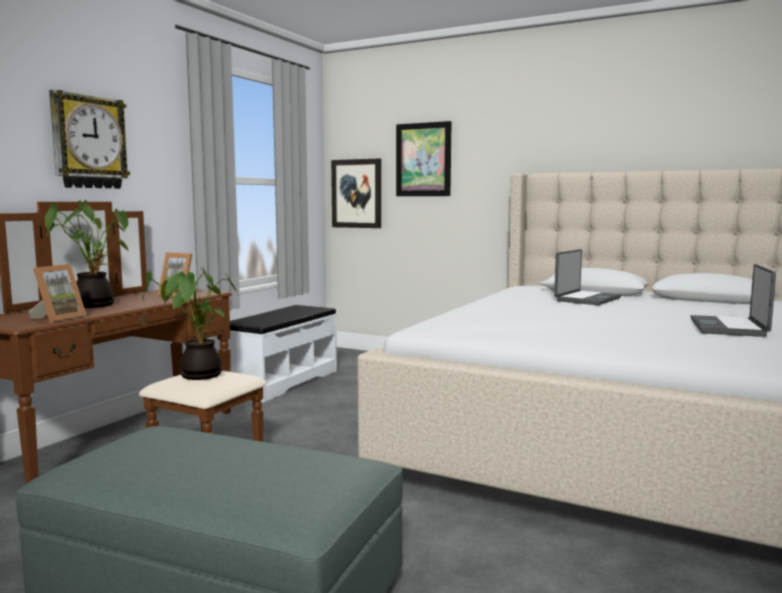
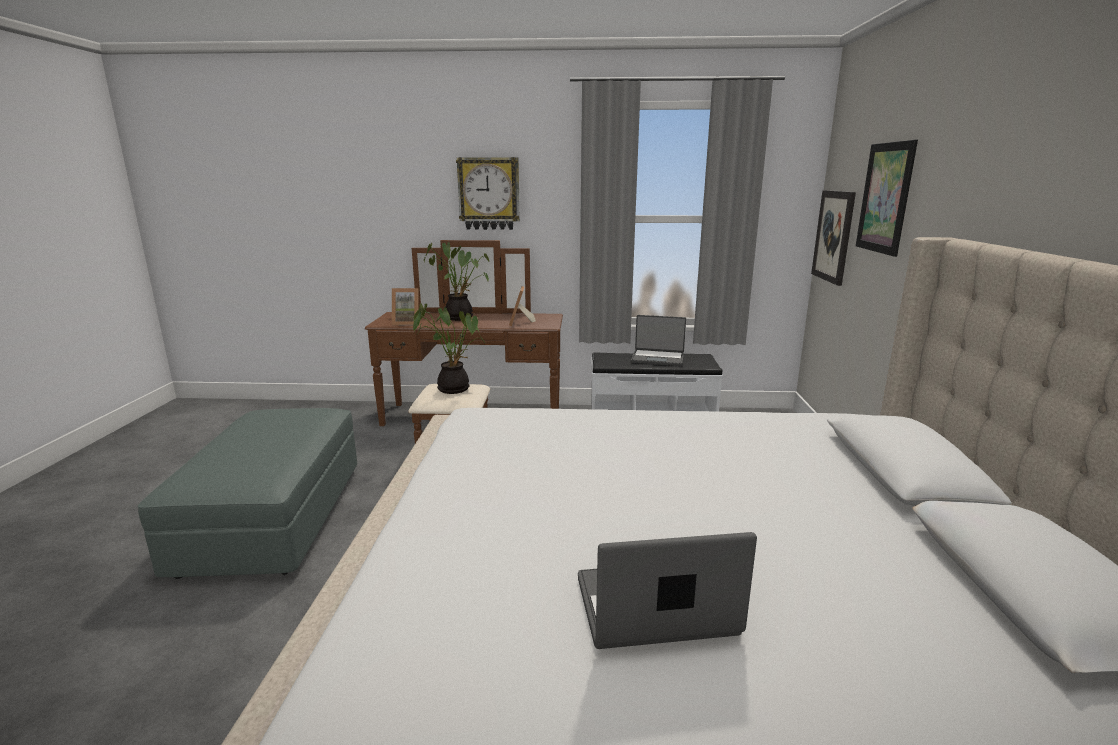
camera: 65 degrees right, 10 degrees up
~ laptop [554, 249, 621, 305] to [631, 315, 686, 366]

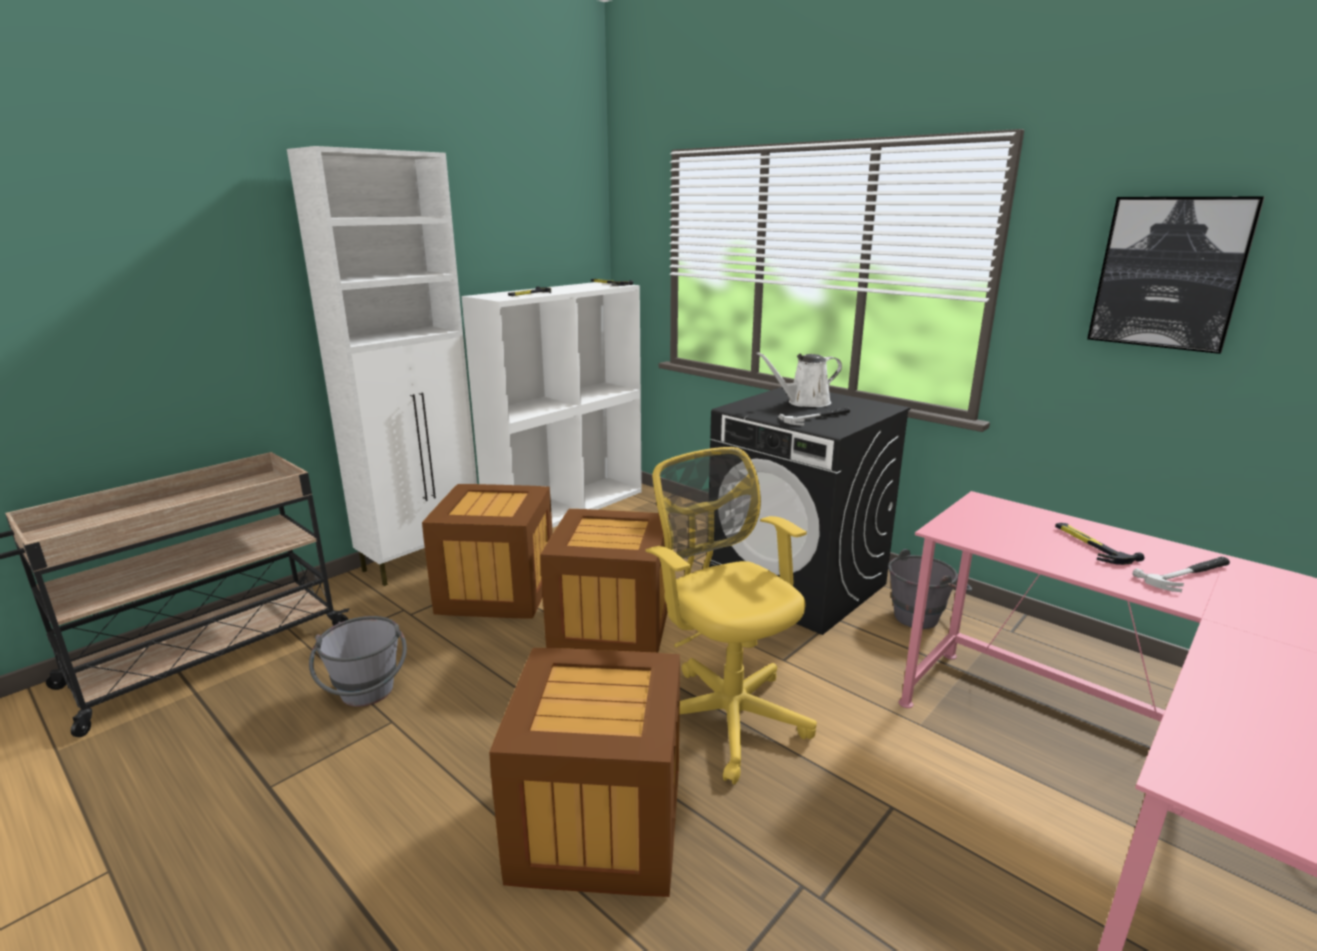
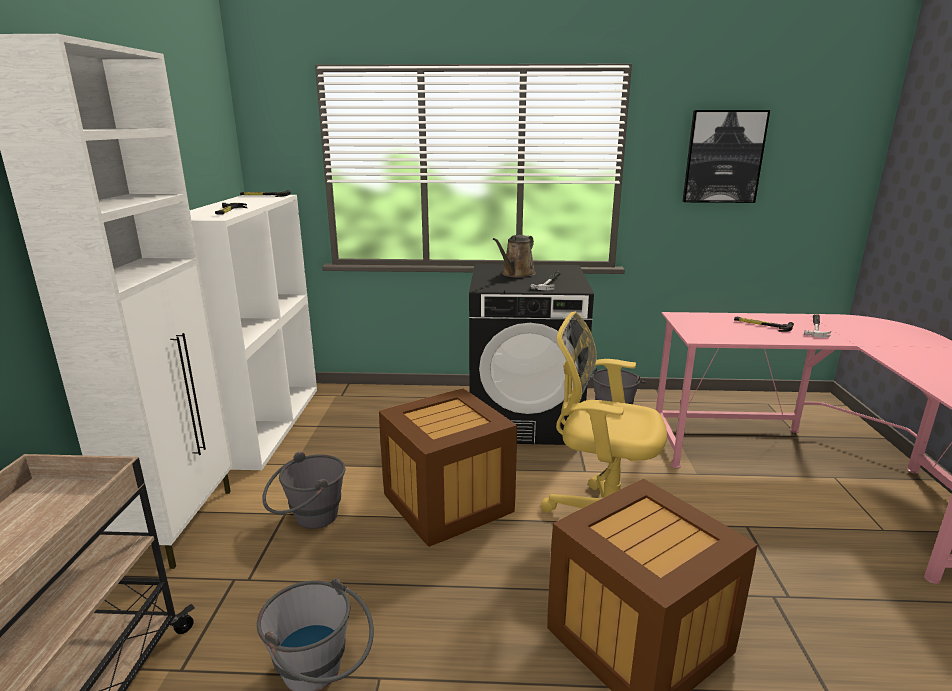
camera: 40 degrees left, 0 degrees up
~ watering can (white) [756, 352, 842, 407] to watering can (brown) [493, 235, 536, 278]
~ crate [422, 484, 553, 619] to bucket (grey) [262, 452, 346, 529]

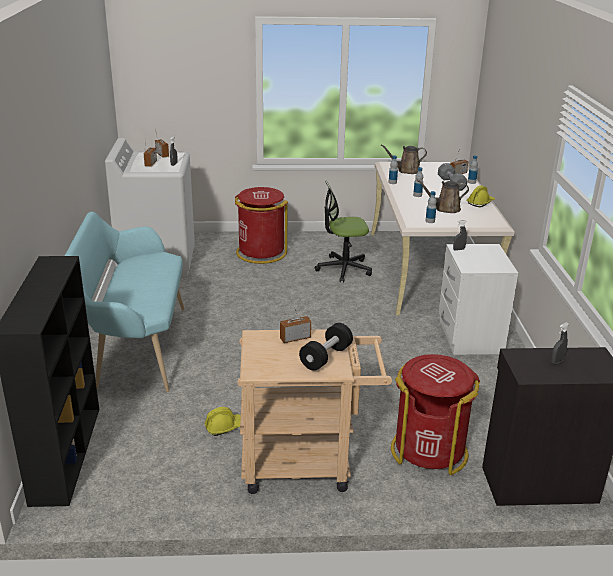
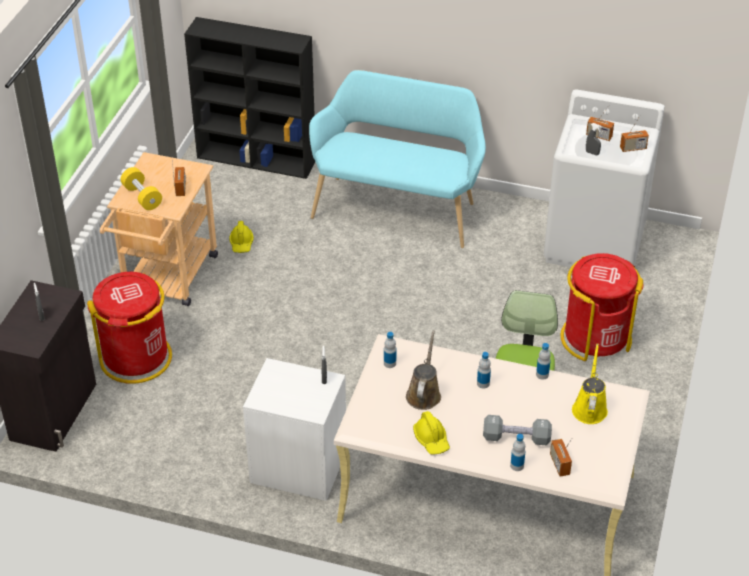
camera: 110 degrees right, 15 degrees up
~ watering can (brown) [381, 145, 427, 174] to watering can (yellow) [572, 344, 608, 424]
~ dumbbell (black) [299, 323, 353, 371] to dumbbell (yellow) [121, 167, 162, 210]

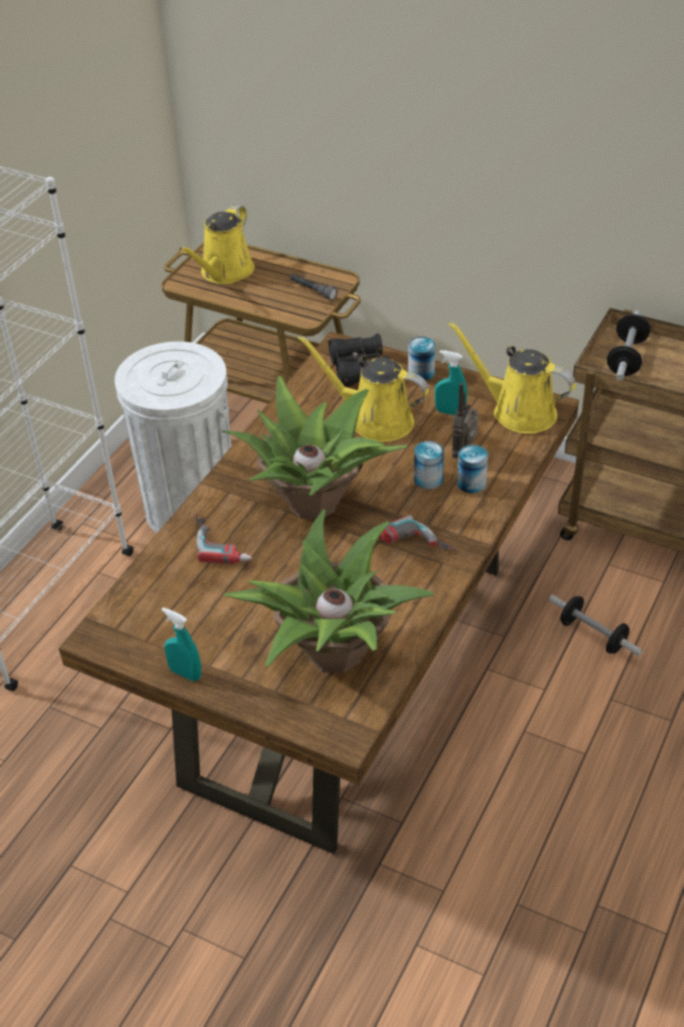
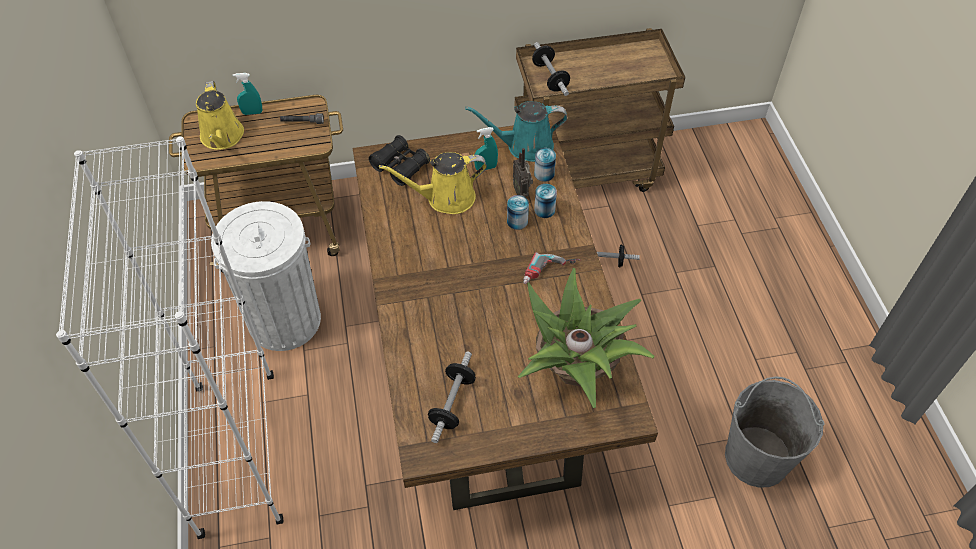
camera: 40 degrees left, 10 degrees up
~ watering can (yellow) [448, 321, 576, 434] to watering can (turquoise) [465, 101, 567, 162]
~ can [408, 337, 435, 381] to [534, 148, 556, 182]
- potted plant [221, 376, 407, 520]
- power drill [195, 514, 252, 564]
~ spray bottle (turquoise) [162, 607, 201, 681] to [233, 73, 262, 115]
+ dumbbell [428, 352, 476, 443]
+ bucket (grey) [725, 376, 825, 488]

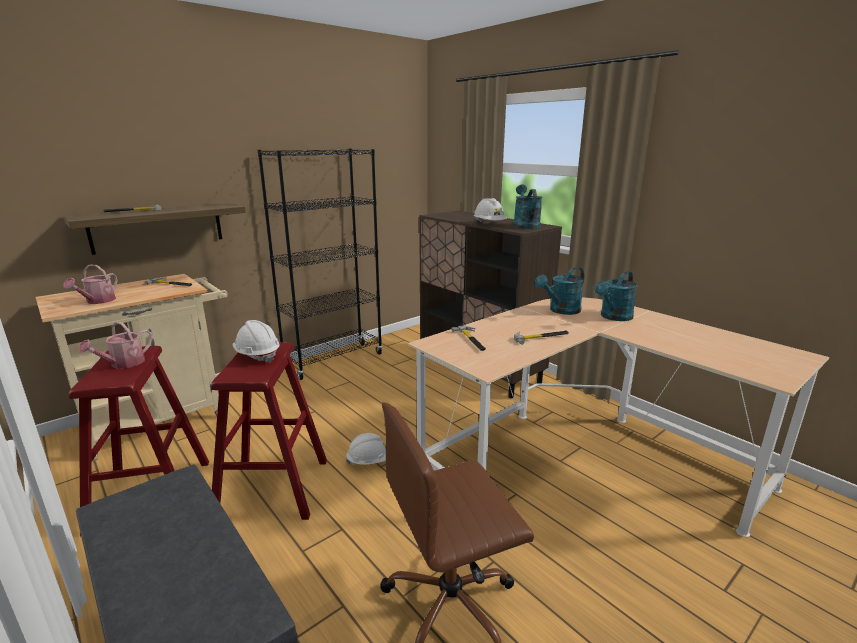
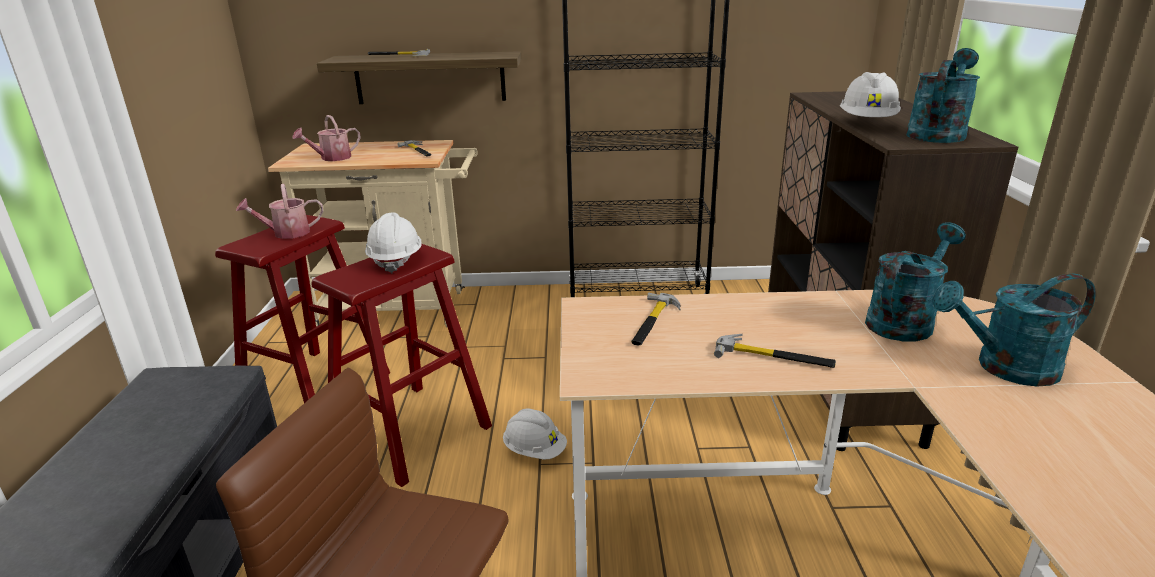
camera: 40 degrees right, 5 degrees up
~ watering can (turquoise) [535, 267, 584, 315] = [865, 222, 966, 341] 135 degrees clockwise

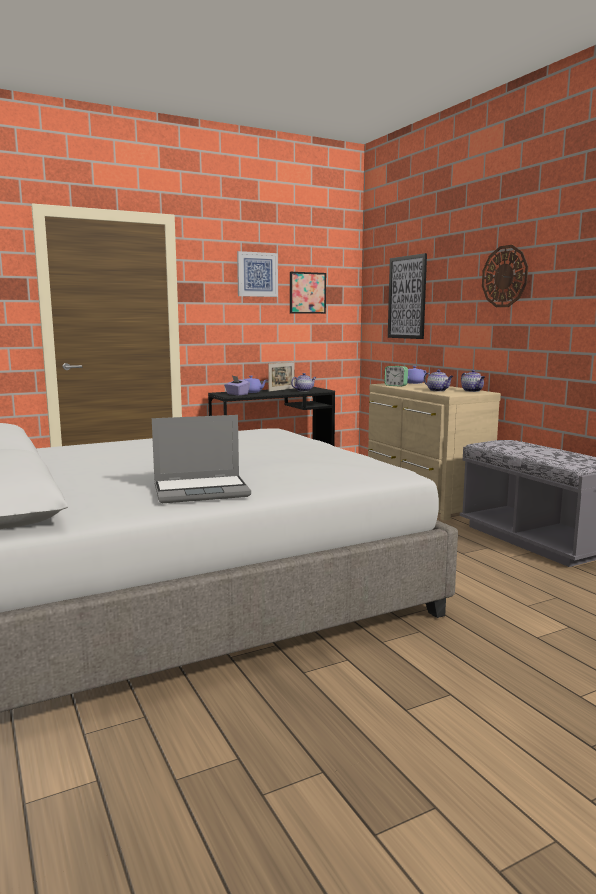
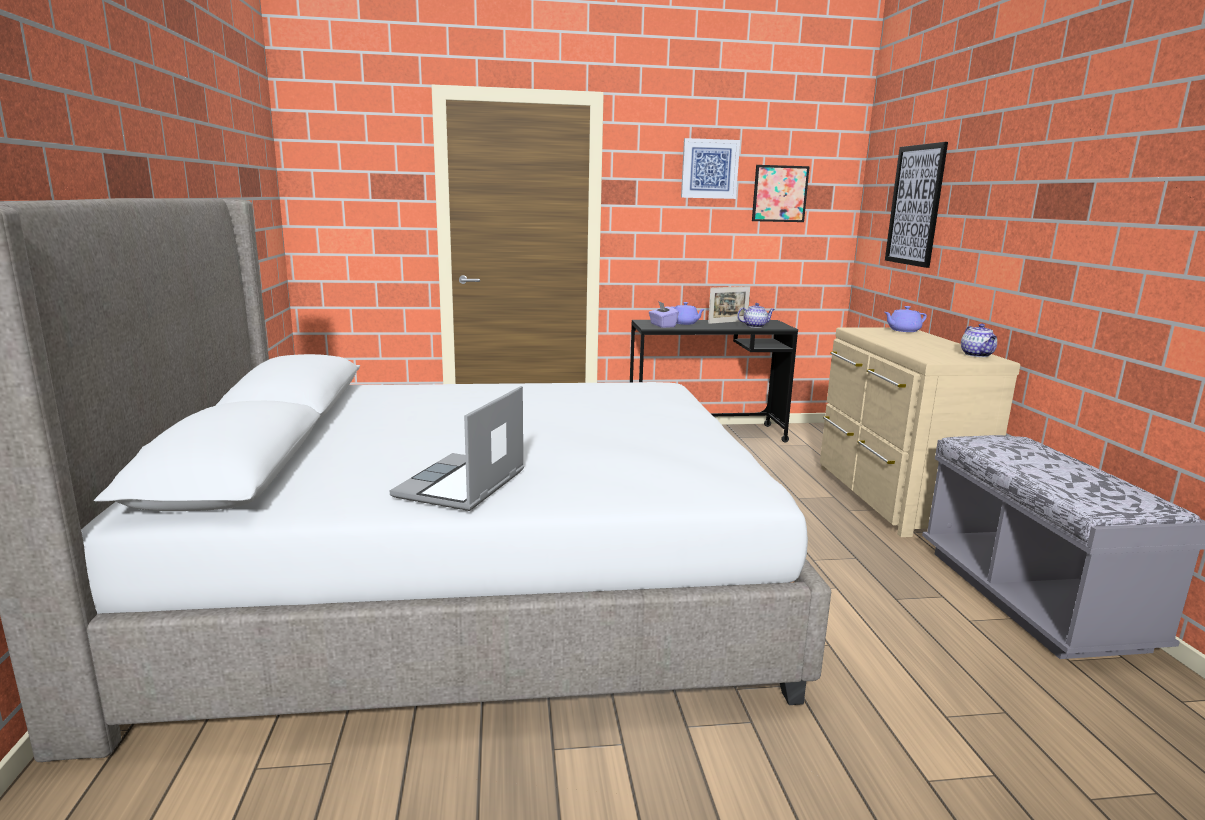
camera: 20 degrees right, 5 degrees up
- wall clock [482, 245, 528, 307]
- alarm clock [384, 366, 408, 387]
- teapot [424, 369, 453, 391]
~ laptop [152, 415, 251, 503] = [390, 386, 524, 511] 105 degrees clockwise

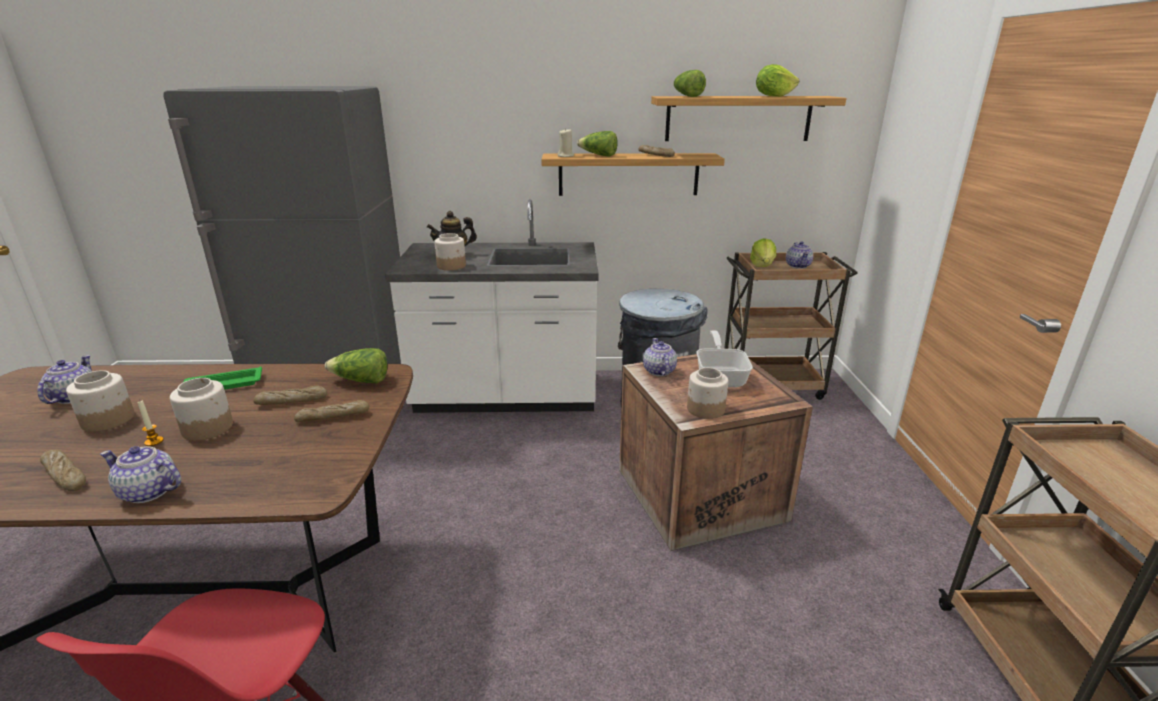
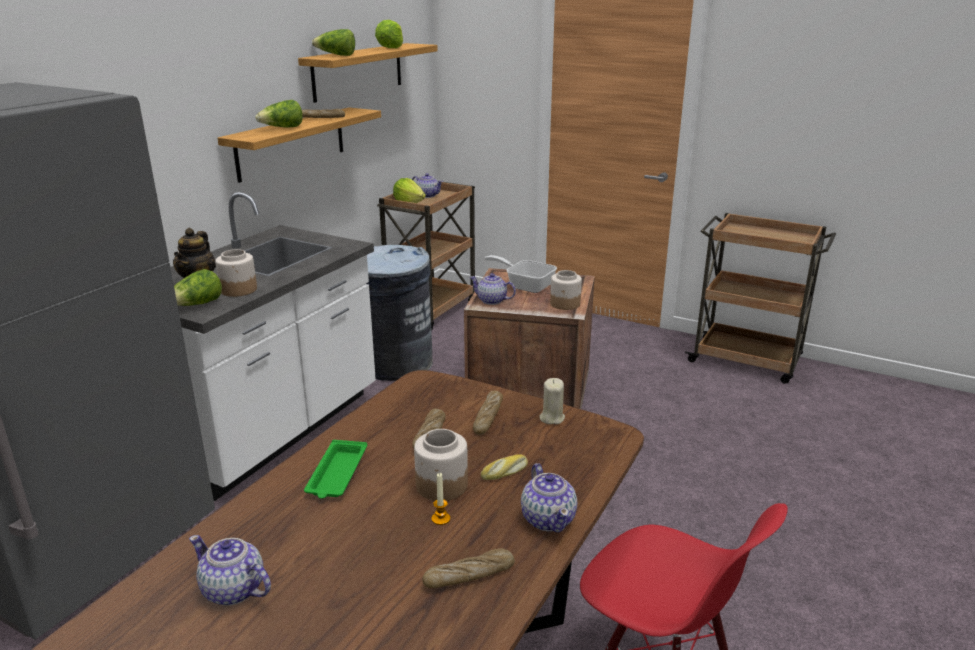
camera: 60 degrees left, 0 degrees up
~ candle (beige) [558, 128, 574, 157] to [540, 378, 565, 424]
~ lettuce [325, 348, 387, 383] to [174, 269, 222, 306]
- jar [66, 370, 134, 432]
~ teapot [100, 446, 181, 503] = [521, 463, 577, 533] 60 degrees counterclockwise
+ bread [481, 454, 528, 480]

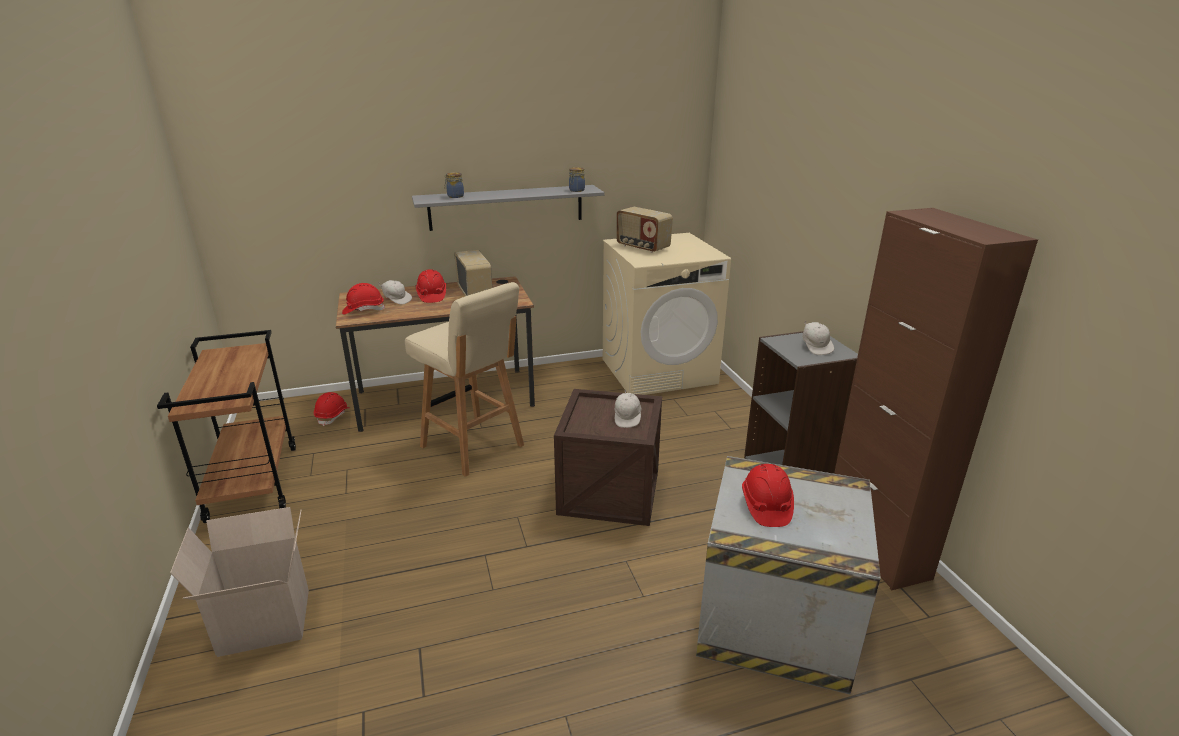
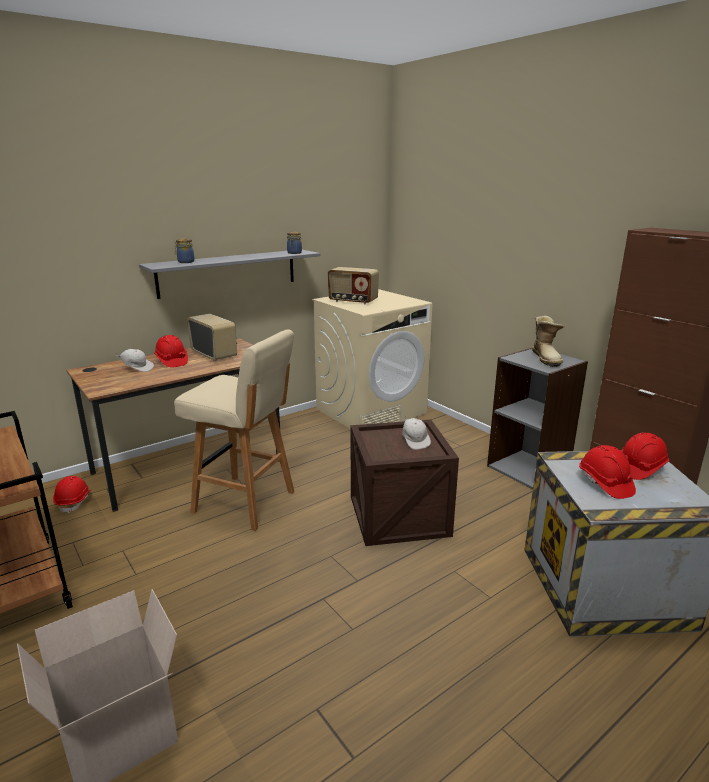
camera: 20 degrees left, 5 degrees down
~ hard hat (red) [342, 283, 385, 315] to [621, 433, 669, 480]
~ cap (white) [802, 320, 834, 355] to boot [532, 316, 564, 367]

